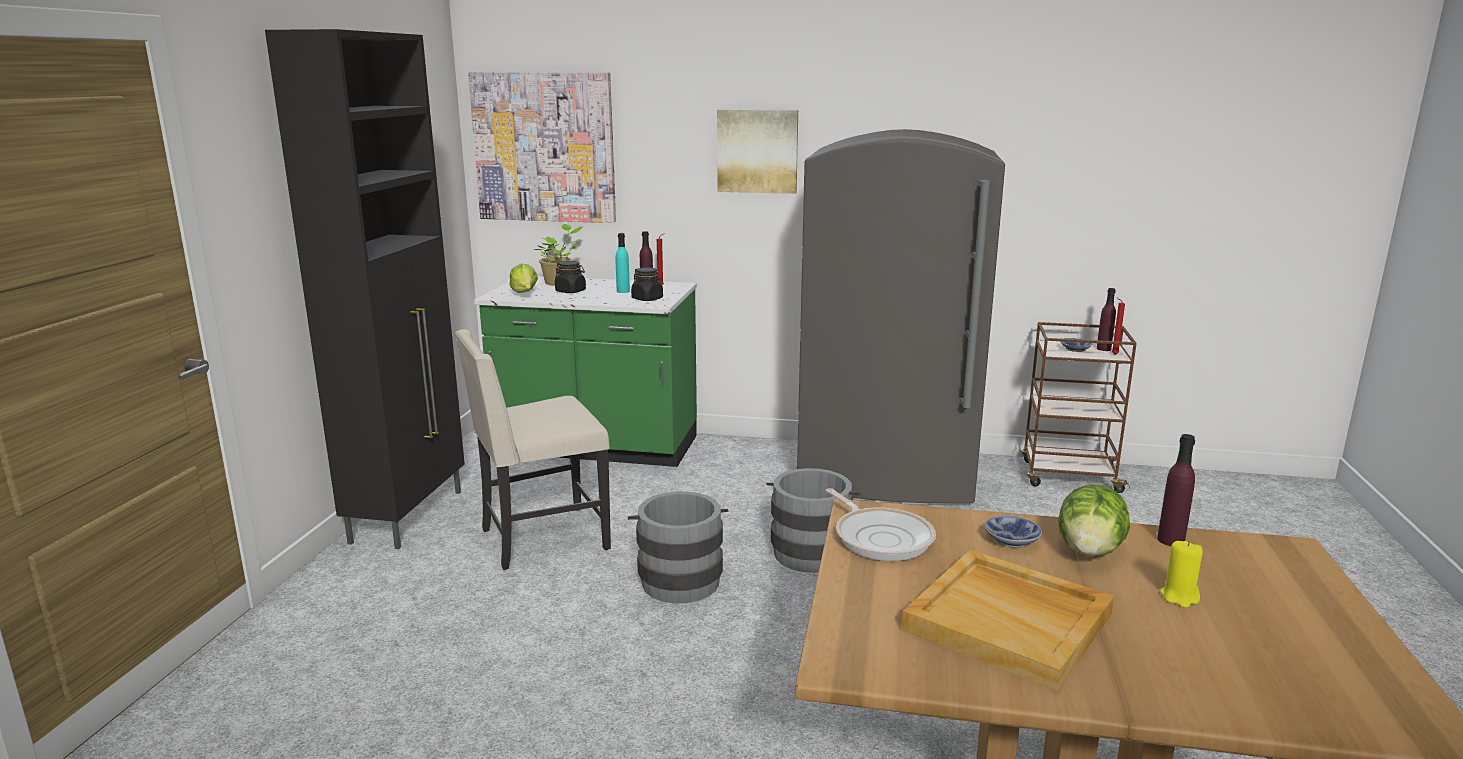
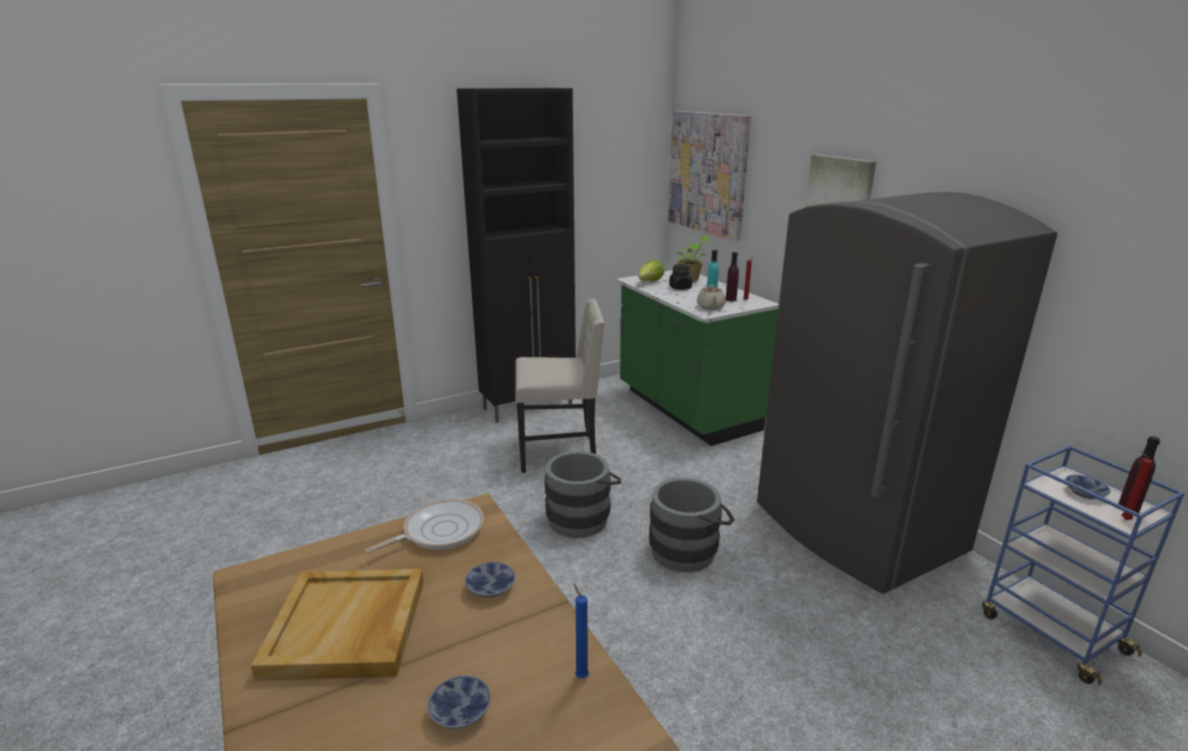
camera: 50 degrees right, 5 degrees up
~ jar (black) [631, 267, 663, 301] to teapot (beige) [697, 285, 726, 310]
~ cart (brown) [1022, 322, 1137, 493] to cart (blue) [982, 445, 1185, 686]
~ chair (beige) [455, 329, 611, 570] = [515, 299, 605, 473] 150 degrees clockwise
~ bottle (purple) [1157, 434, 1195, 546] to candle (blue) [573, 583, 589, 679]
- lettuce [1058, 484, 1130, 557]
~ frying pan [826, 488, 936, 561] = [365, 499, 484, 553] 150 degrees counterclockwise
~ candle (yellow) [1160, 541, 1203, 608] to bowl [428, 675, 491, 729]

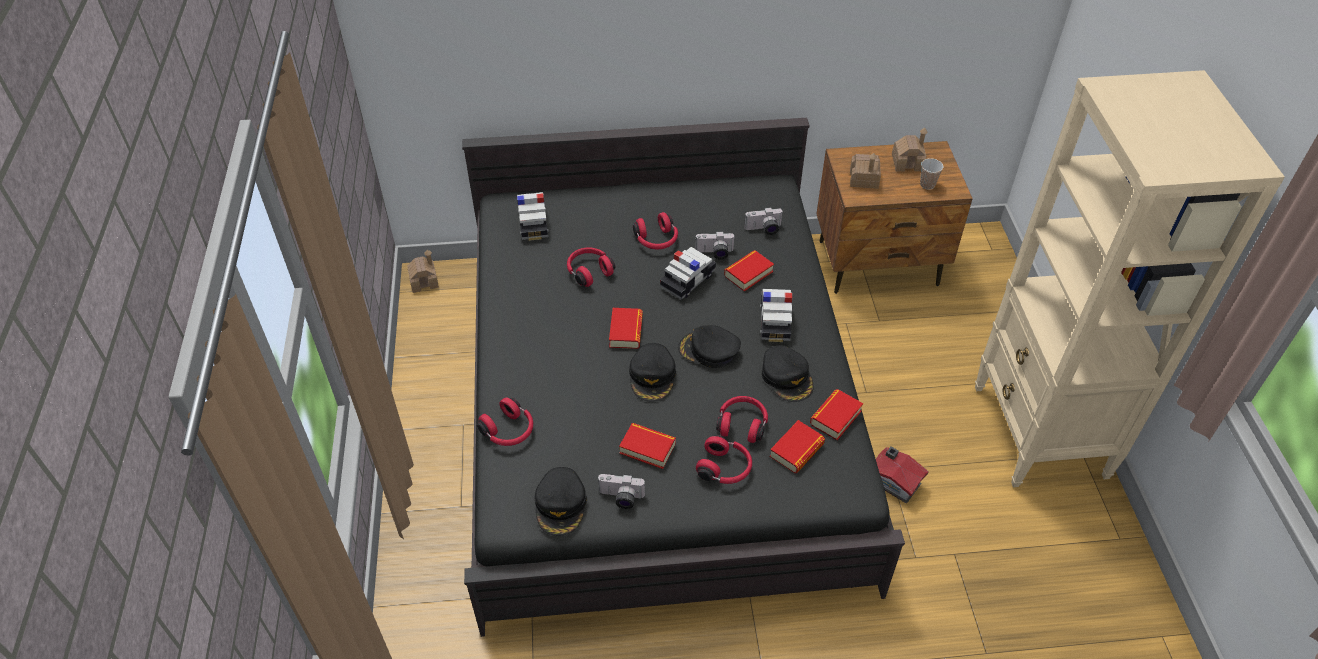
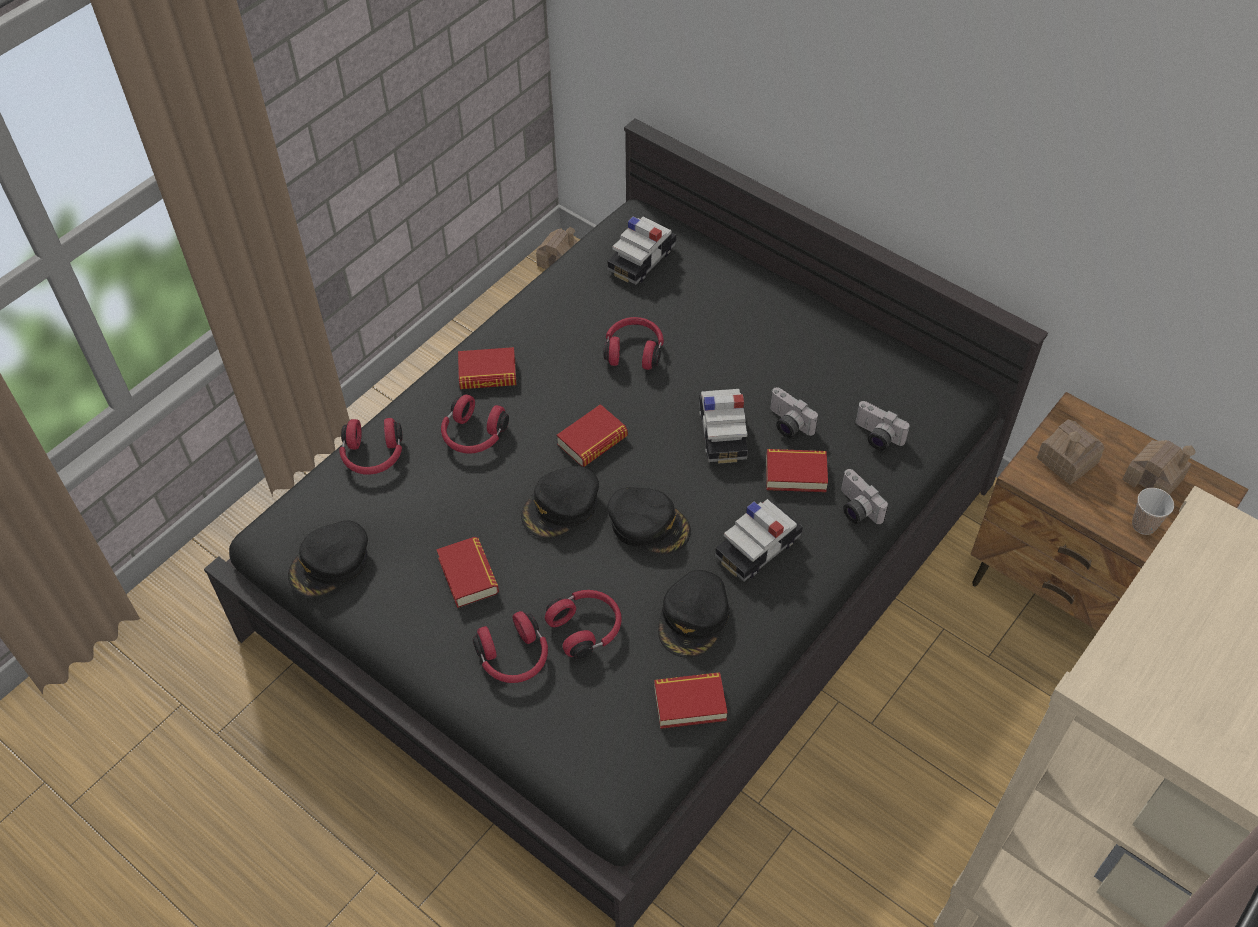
camera: 45 degrees right, 5 degrees up
~ headphones (red) [633, 212, 678, 249] to [441, 394, 509, 454]
~ toy car [660, 247, 716, 300] = [699, 389, 748, 464] 90 degrees clockwise
~ cap (black) [678, 325, 741, 368] = [607, 487, 691, 554] 150 degrees clockwise
~ book [770, 420, 825, 473] to [458, 347, 517, 389]
- toy house [876, 446, 929, 503]
~ photo camera [597, 474, 645, 509] to [841, 469, 889, 524]

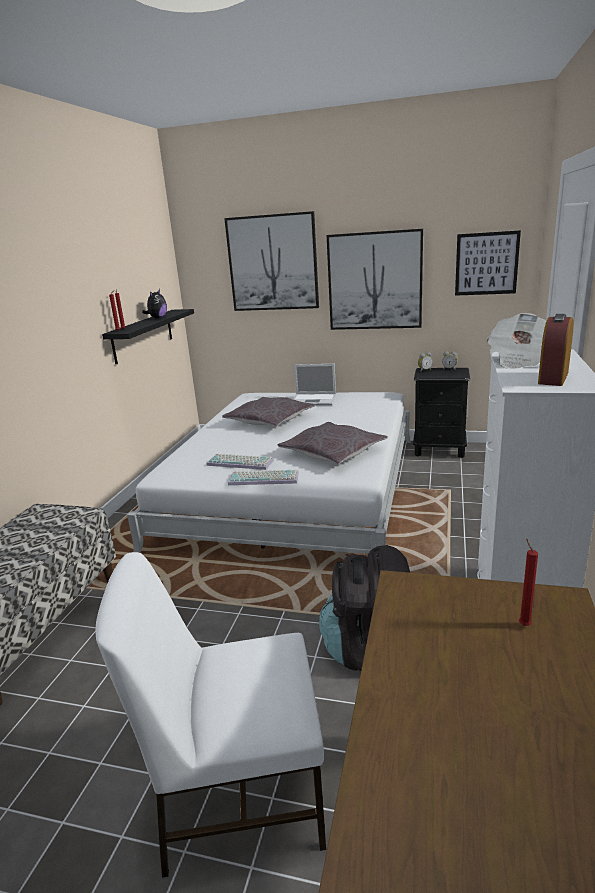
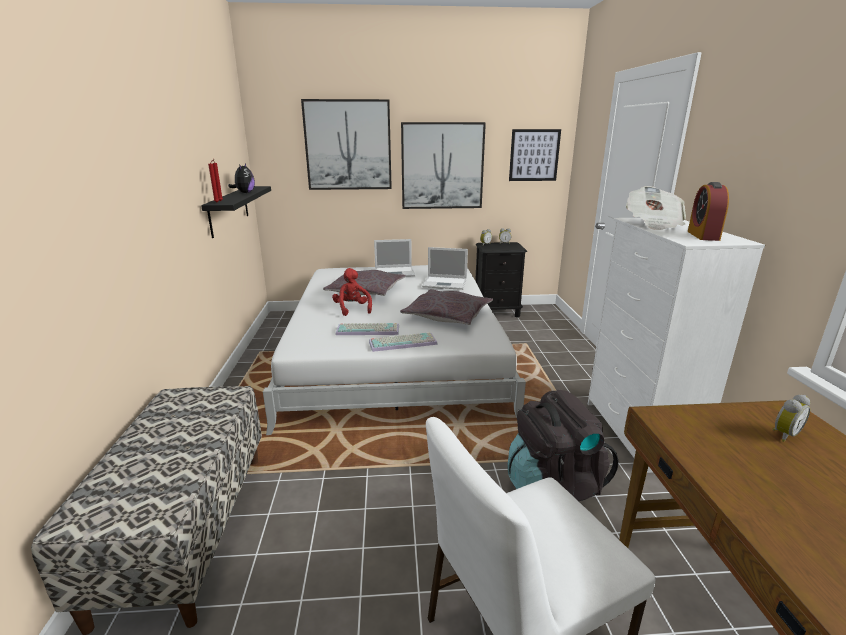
camera: 20 degrees left, 0 degrees up
~ candle (red) [519, 538, 538, 626] to alarm clock [773, 395, 810, 442]
+ laptop [422, 247, 468, 290]
+ plush toy (red) [332, 268, 372, 316]

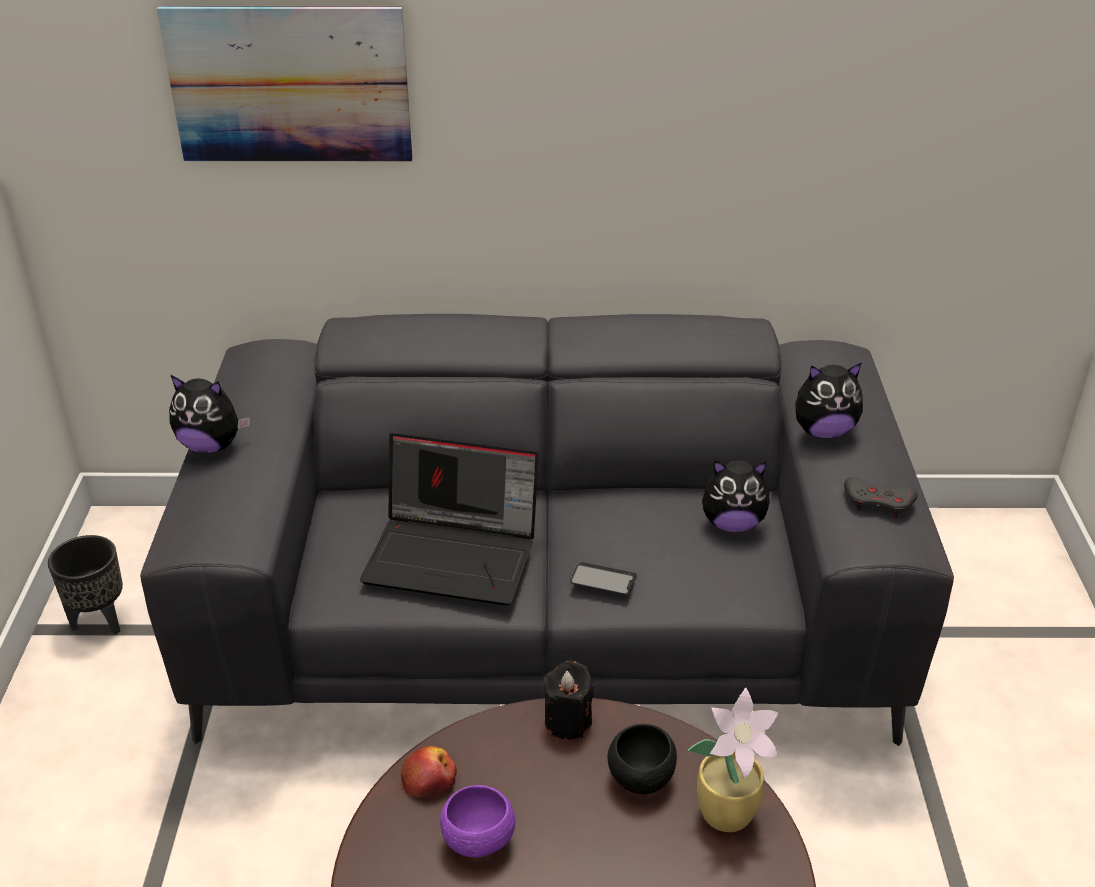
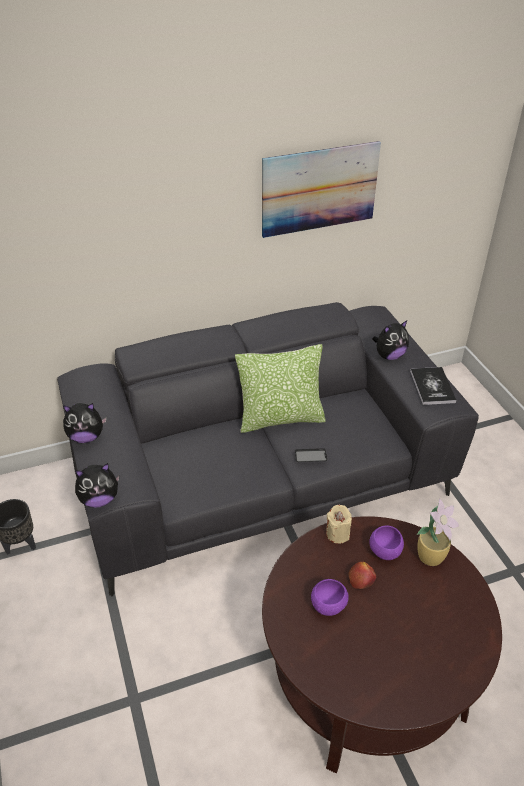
camera: 20 degrees left, 5 degrees up
~ picture [157, 6, 412, 161] to [262, 141, 381, 238]
- laptop [360, 433, 539, 606]
~ plush toy [702, 461, 772, 532] to [75, 463, 120, 508]
~ game controller (grey) [844, 477, 918, 518] to book [410, 367, 456, 405]
~ candle (black) [543, 661, 594, 740] to candle (beige) [326, 505, 352, 544]
~ bowl (black) [608, 724, 677, 794] to bowl (purple) [370, 525, 404, 560]
~ apple [401, 746, 457, 798] to [348, 562, 376, 589]
+ pillow [235, 344, 326, 433]

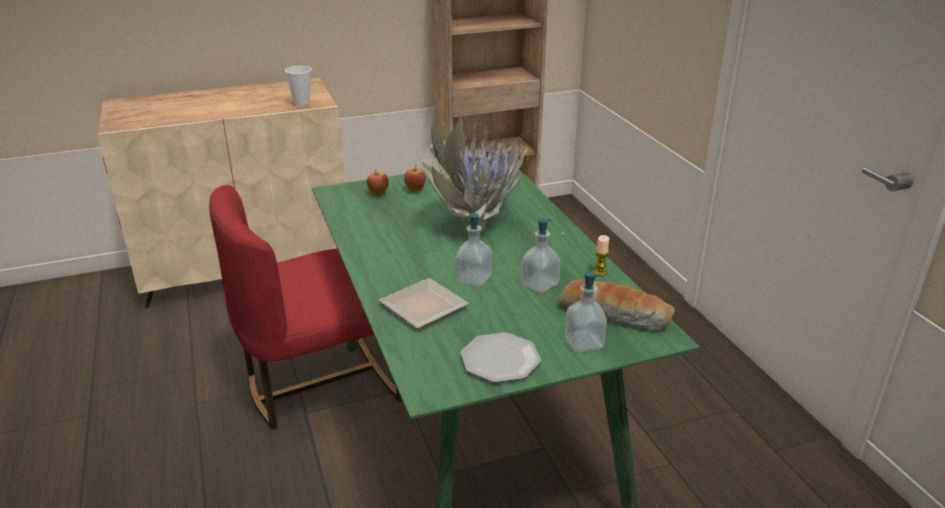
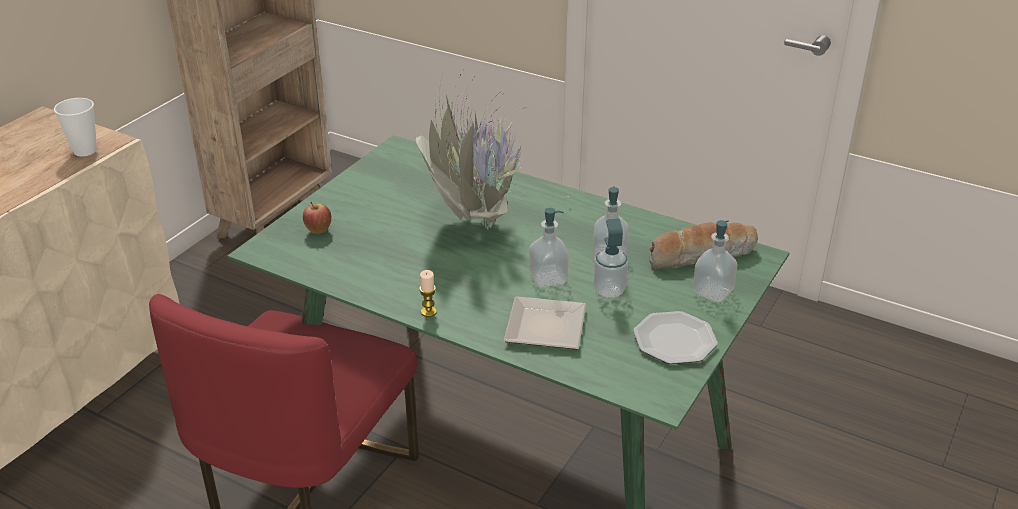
camera: 40 degrees left, 5 degrees up
- apple [404, 165, 426, 192]
~ candle [594, 235, 609, 276] to [419, 270, 437, 317]
+ soap dispenser [594, 218, 628, 298]

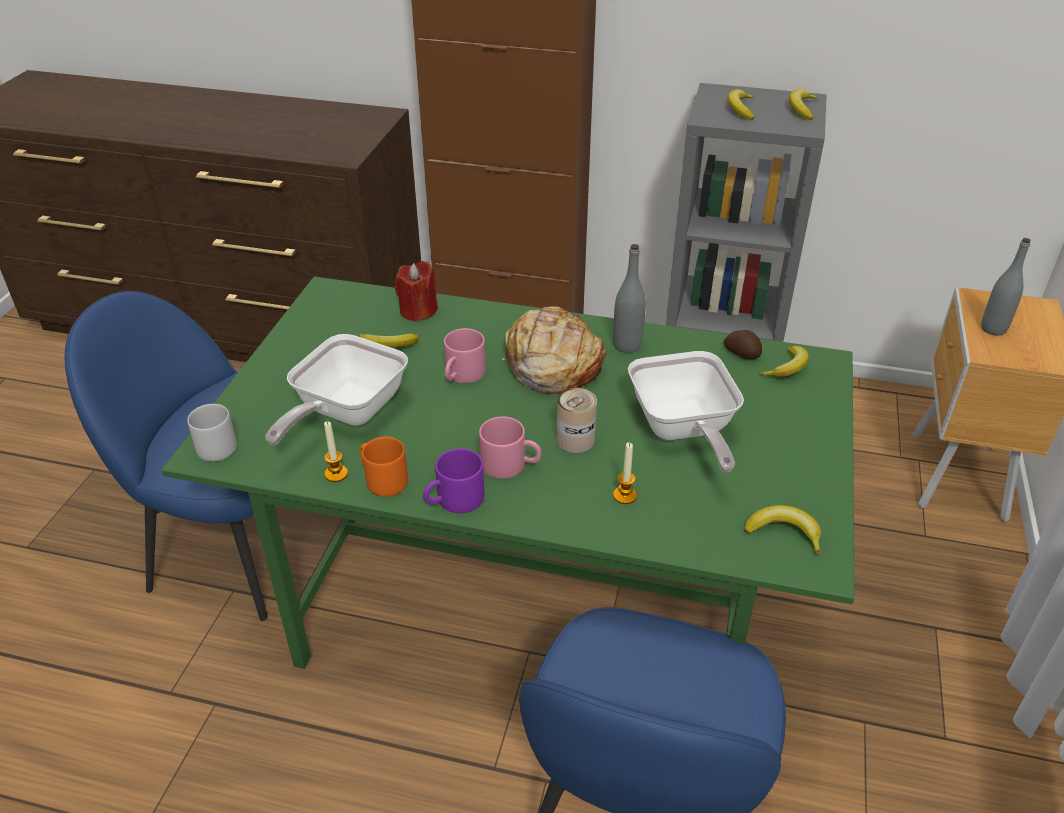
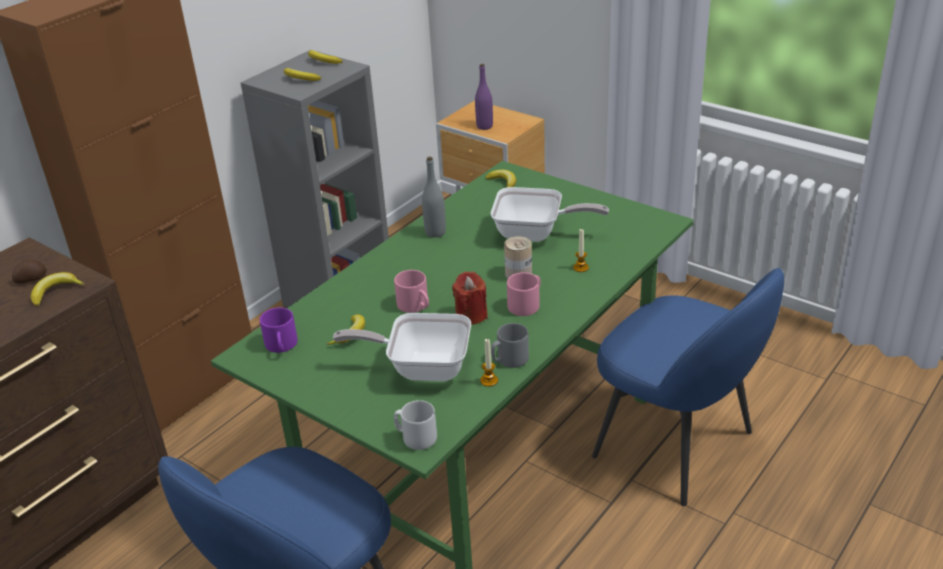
camera: 65 degrees left, 5 degrees down
~ bottle (grey) [981, 238, 1031, 335] to bottle (purple) [475, 64, 493, 130]
~ candle (red) [394, 261, 438, 322] to [452, 272, 488, 325]
- bread [502, 306, 607, 394]
~ potato [724, 330, 762, 359] to [12, 259, 47, 283]
~ frying pan [265, 334, 408, 445] = [333, 313, 471, 381] 135 degrees clockwise
~ mug (orange) [360, 437, 408, 497] to mug (grey) [491, 323, 529, 368]
~ mug (purple) [423, 448, 484, 513] to [260, 307, 298, 353]
~ banana [744, 505, 821, 555] to [31, 272, 85, 307]

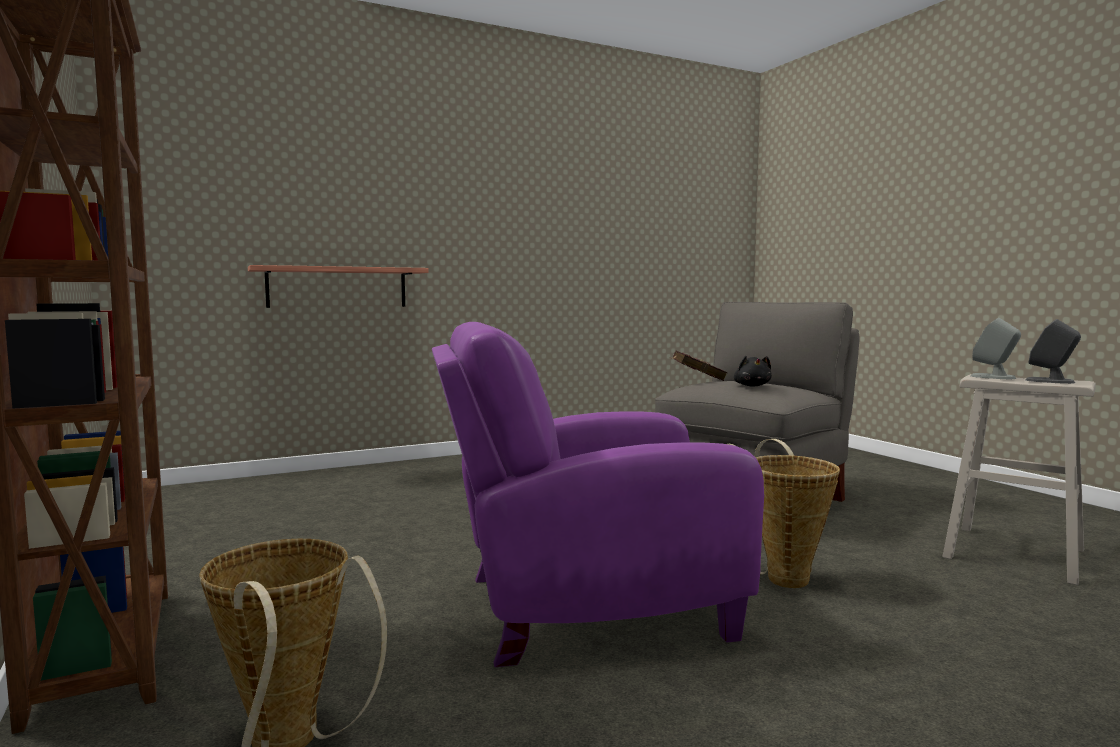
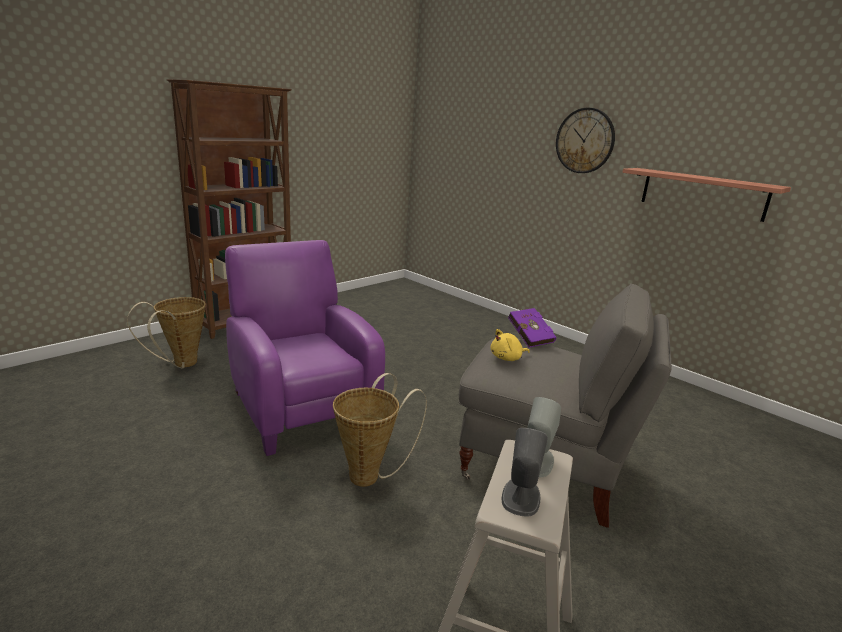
camera: 70 degrees right, 15 degrees up
~ shelf [248, 265, 429, 308] to [622, 168, 791, 222]
~ book (red) [669, 351, 728, 381] to book (purple) [508, 308, 556, 348]
~ plush toy (black) [734, 356, 772, 387] to plush toy (yellow) [491, 329, 530, 361]
+ wall clock [556, 108, 615, 173]

